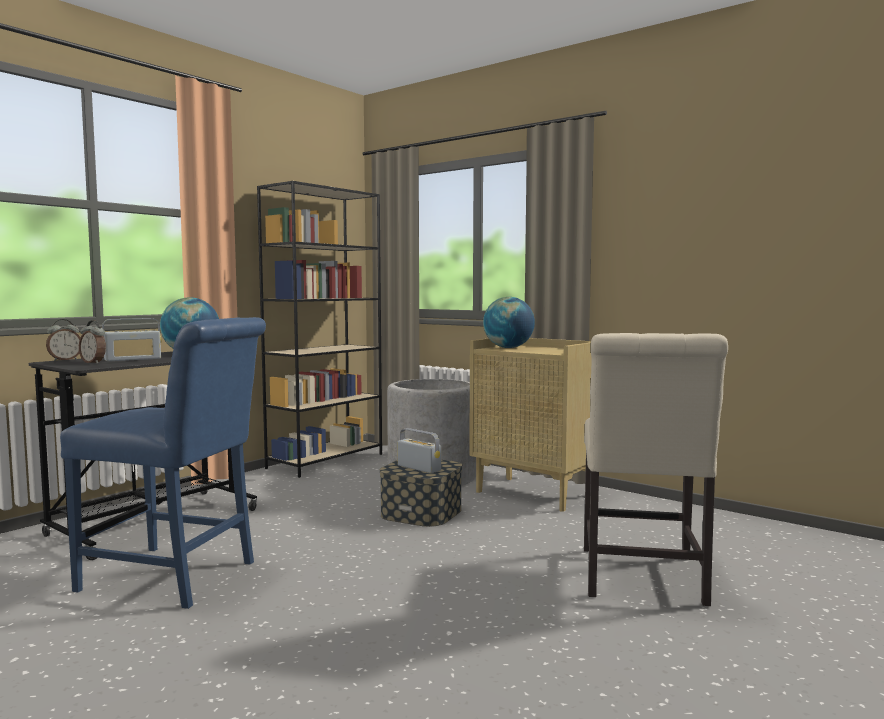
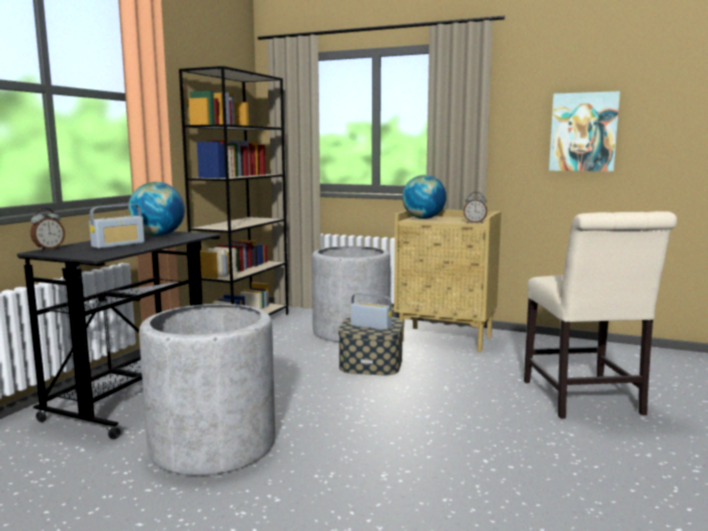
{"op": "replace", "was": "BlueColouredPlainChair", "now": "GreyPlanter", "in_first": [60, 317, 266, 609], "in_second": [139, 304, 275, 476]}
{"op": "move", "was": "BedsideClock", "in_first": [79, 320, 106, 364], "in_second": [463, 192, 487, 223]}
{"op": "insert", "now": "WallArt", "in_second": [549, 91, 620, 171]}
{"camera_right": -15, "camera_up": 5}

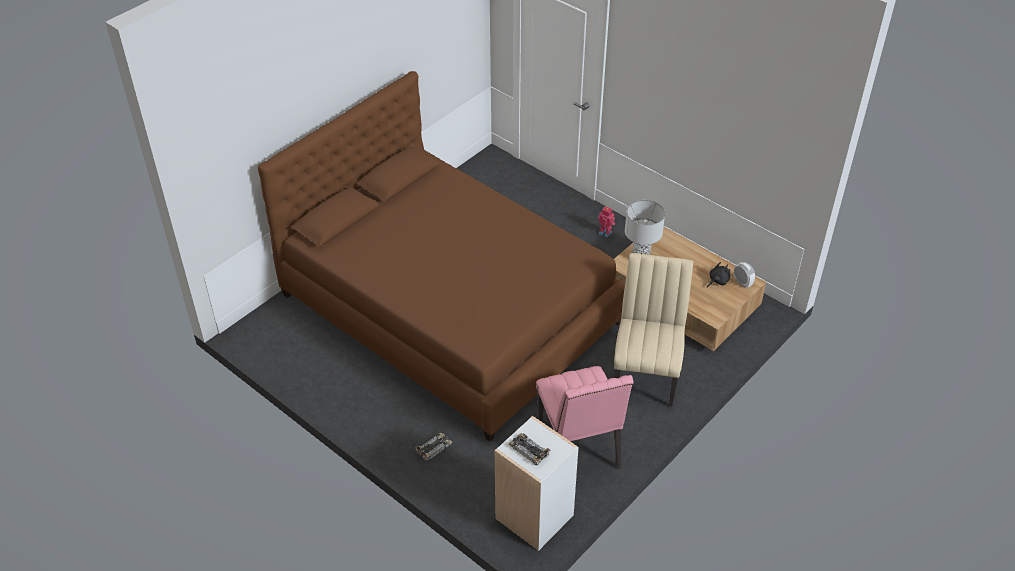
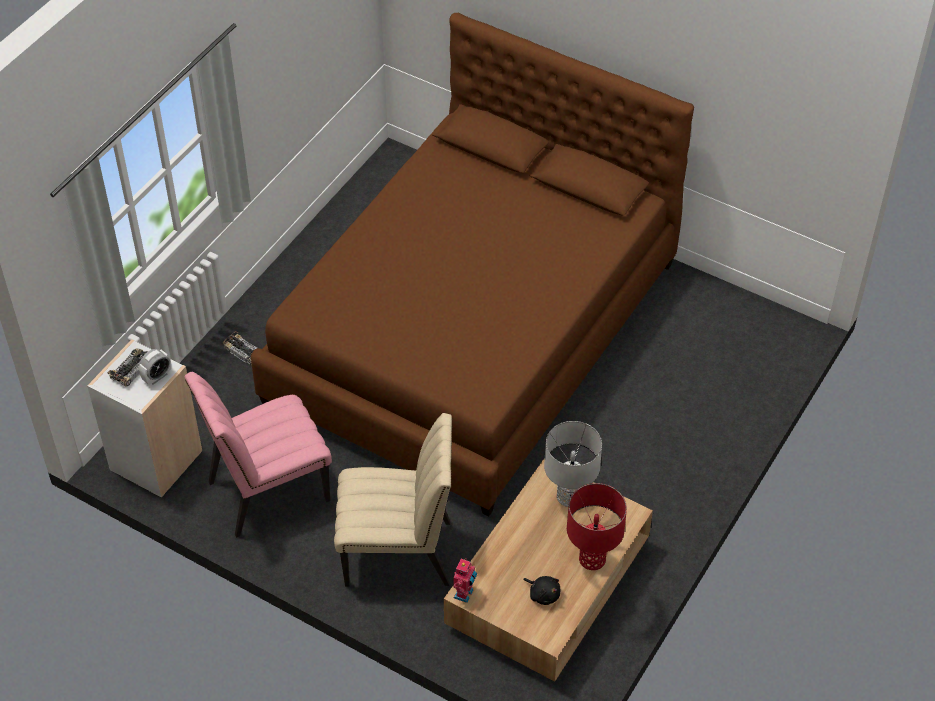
{"op": "move", "was": "BedsideClock", "in_first": [734, 262, 755, 288], "in_second": [139, 349, 171, 385]}
{"op": "move", "was": "ModelRobot", "in_first": [598, 206, 615, 238], "in_second": [453, 558, 477, 603]}
{"op": "insert", "now": "RedLampForATable", "in_second": [567, 483, 627, 570]}
{"camera_right": 80, "camera_up": 5}

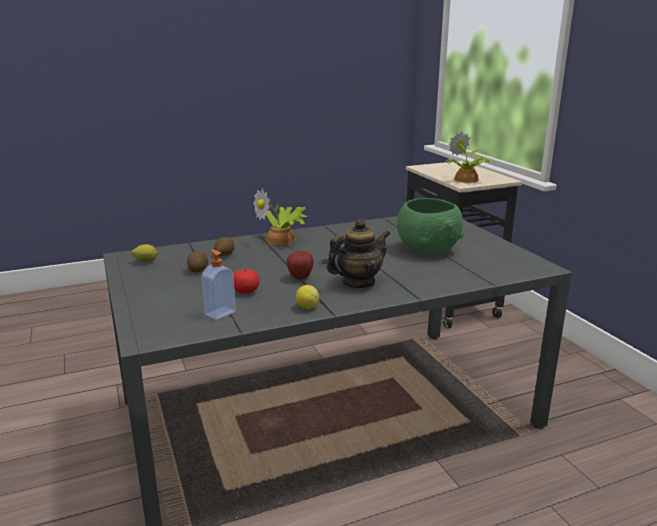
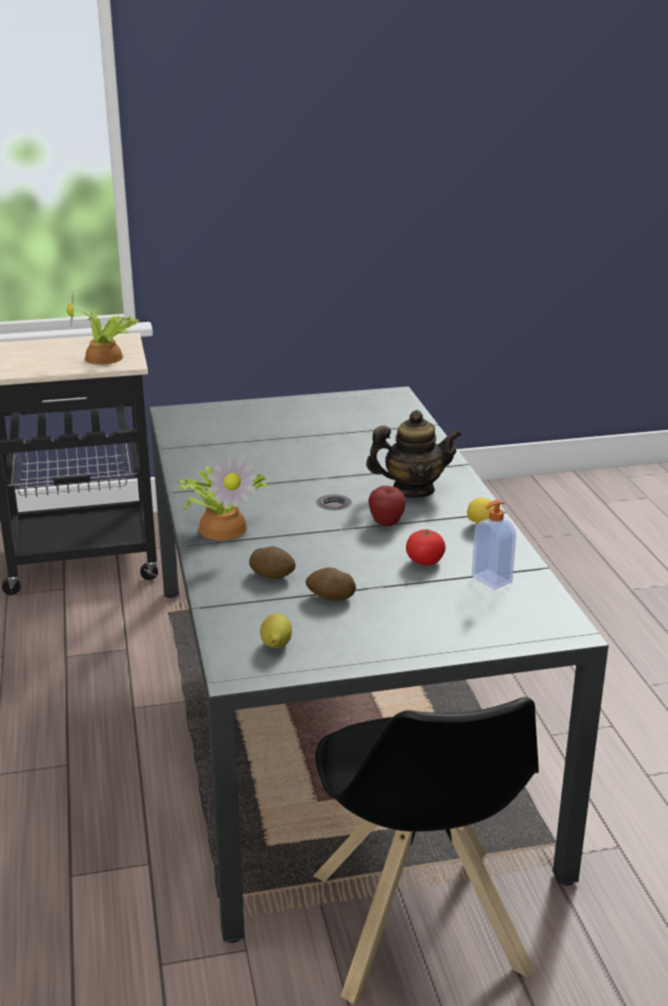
{"op": "insert", "now": "BlackishPlainChair", "in_second": [313, 697, 539, 1004]}
{"op": "rotate", "was": "TeaPot", "in_first": [327, 219, 390, 288], "in_second": [366, 410, 462, 498], "clockwise": 105}
{"op": "delete", "was": "GreenServingBowl", "in_first": [397, 198, 464, 254]}
{"camera_right": -80, "camera_up": 5}

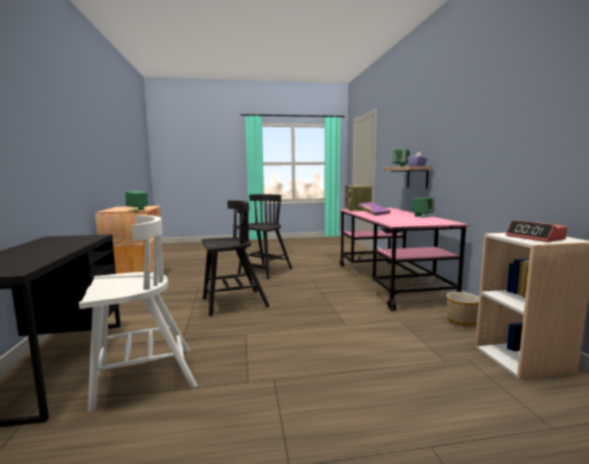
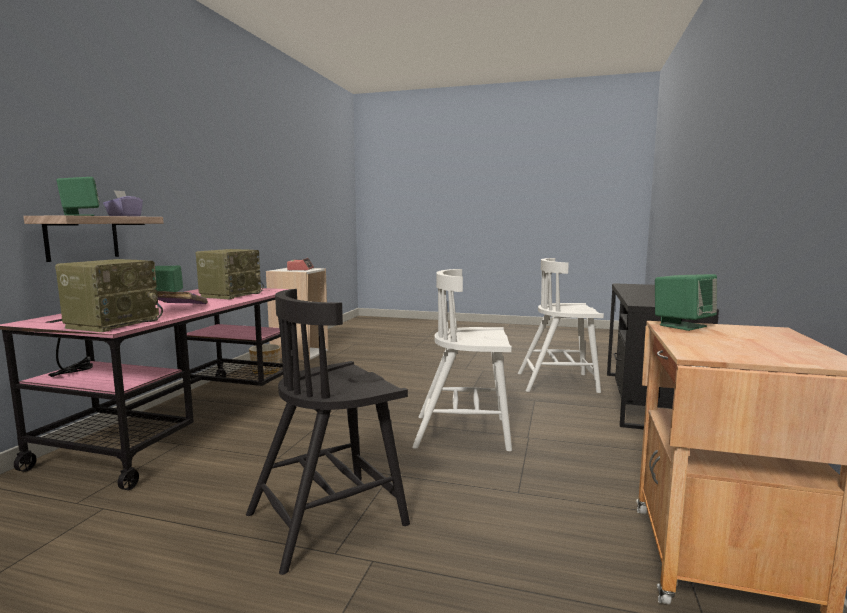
{"op": "insert", "now": "Radio", "in_second": [196, 249, 264, 299]}
{"op": "recolor", "was": "BlackishPlainChair", "now": "WhitePlainChair", "in_first": [202, 200, 270, 316], "in_second": [412, 269, 512, 451]}
{"camera_right": -155, "camera_up": 0}

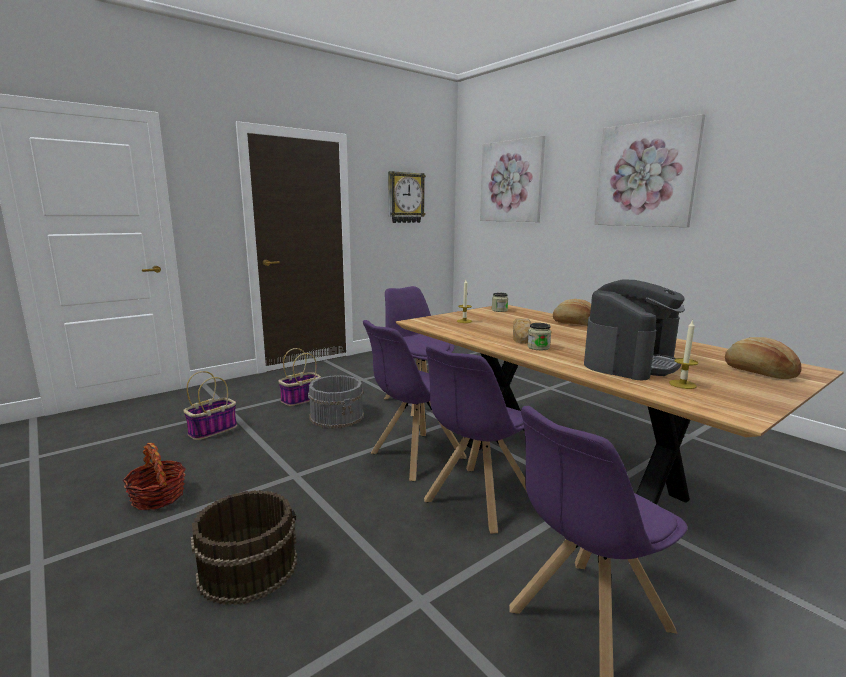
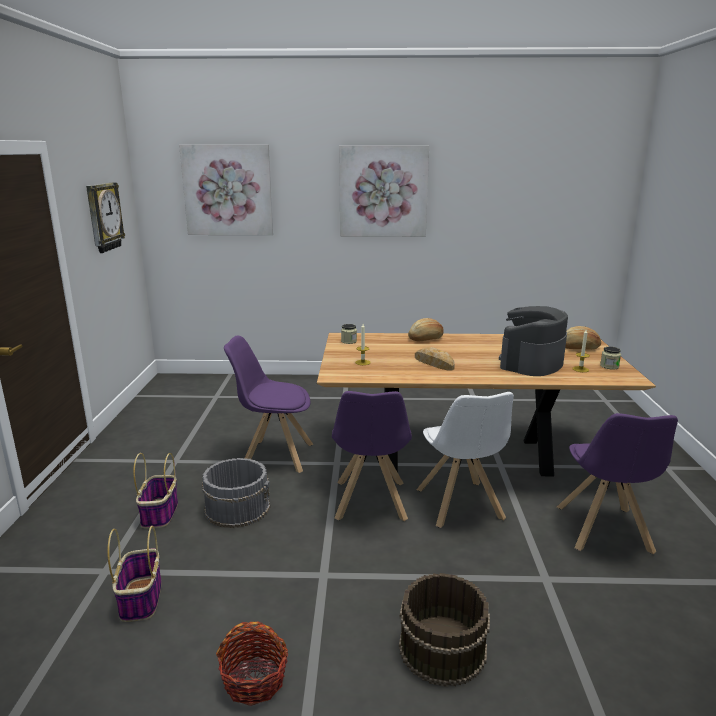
{"op": "recolor", "was": "PurplishPlainChair", "now": "WhitePlainChair", "in_first": [424, 345, 527, 534], "in_second": [416, 392, 514, 528]}
{"op": "rotate", "was": "CoffeeBrewer", "in_first": [584, 280, 685, 380], "in_second": [499, 306, 568, 376], "clockwise": -135}
{"op": "move", "was": "StorageJar", "in_first": [528, 323, 551, 350], "in_second": [600, 347, 621, 369]}
{"camera_right": -50, "camera_up": 5}

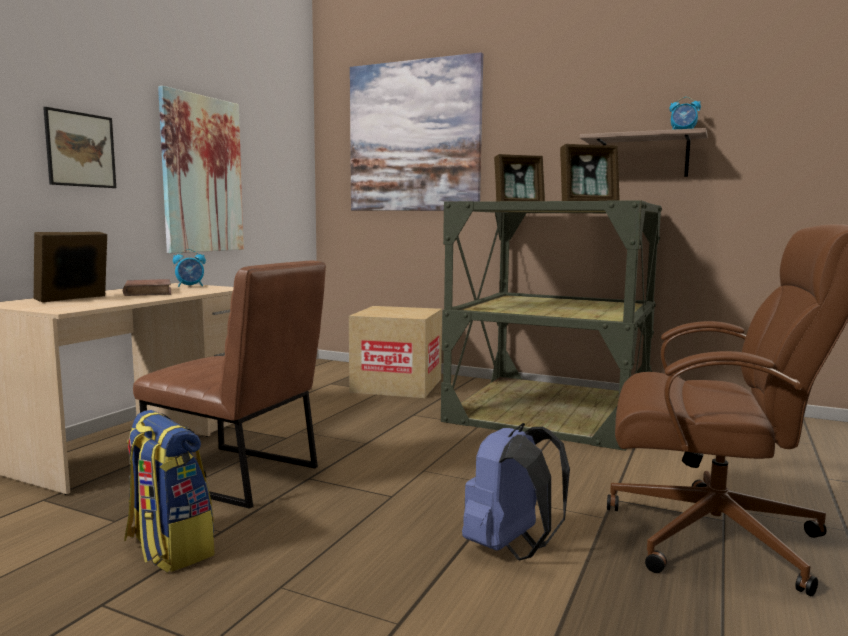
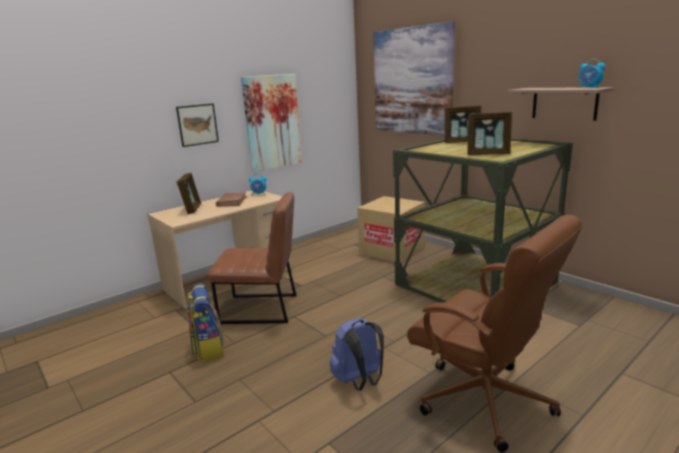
{"op": "rotate", "was": "PictureFrame", "in_first": [33, 232, 107, 302], "in_second": [177, 173, 201, 214], "clockwise": 120}
{"op": "rotate", "was": "BrownColouredPlainChair", "in_first": [133, 261, 326, 509], "in_second": [208, 192, 296, 324], "clockwise": -45}
{"camera_right": 25, "camera_up": 10}

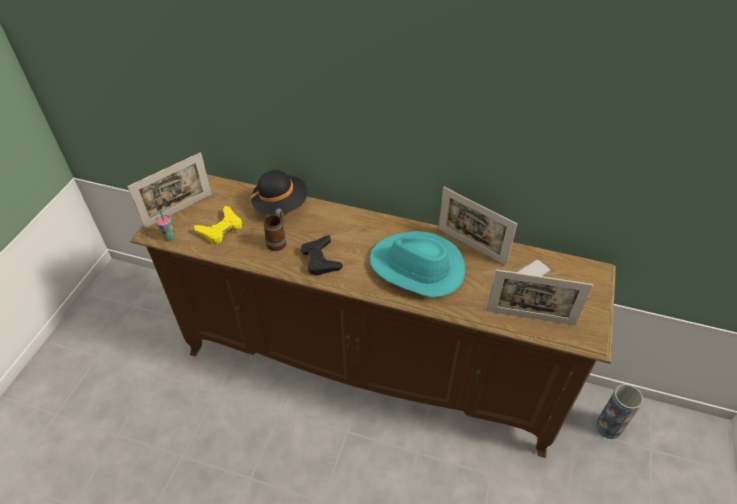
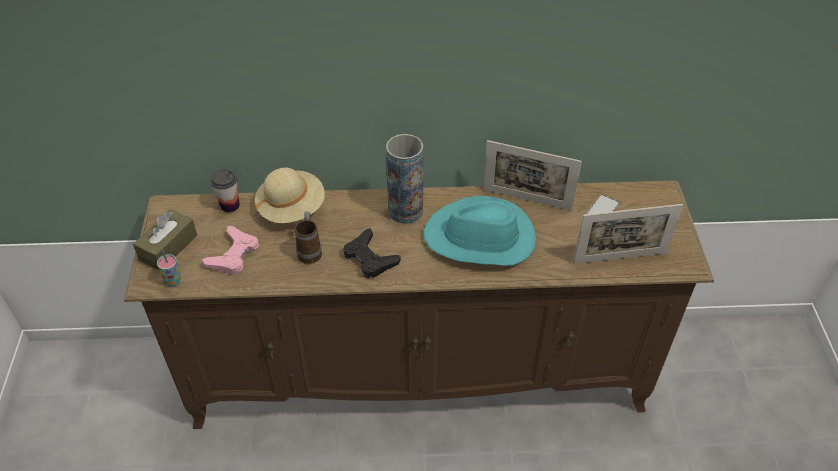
{"op": "replace", "was": "PictureFrame", "now": "BrownColouredBoxOfTissues", "in_first": [127, 152, 212, 229], "in_second": [133, 209, 197, 270]}
{"op": "recolor", "was": "YellowColouredGamepad", "now": "PinkColouredGamepad", "in_first": [194, 206, 242, 244], "in_second": [202, 226, 259, 275]}
{"op": "insert", "now": "Cup", "in_second": [210, 169, 240, 212]}
{"op": "recolor", "was": "BlackishHat", "now": "BeigeHat", "in_first": [251, 170, 308, 215], "in_second": [255, 167, 325, 223]}
{"op": "move", "was": "FlowerVase", "in_first": [596, 384, 643, 439], "in_second": [386, 134, 423, 224]}
{"camera_right": -20, "camera_up": 0}

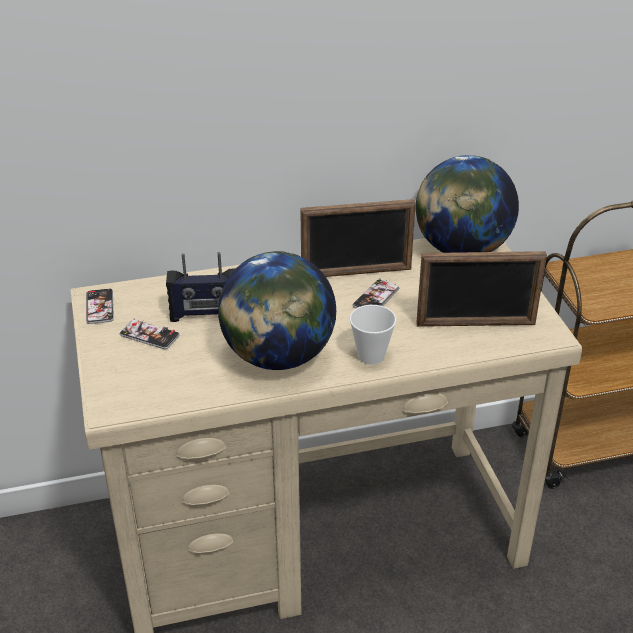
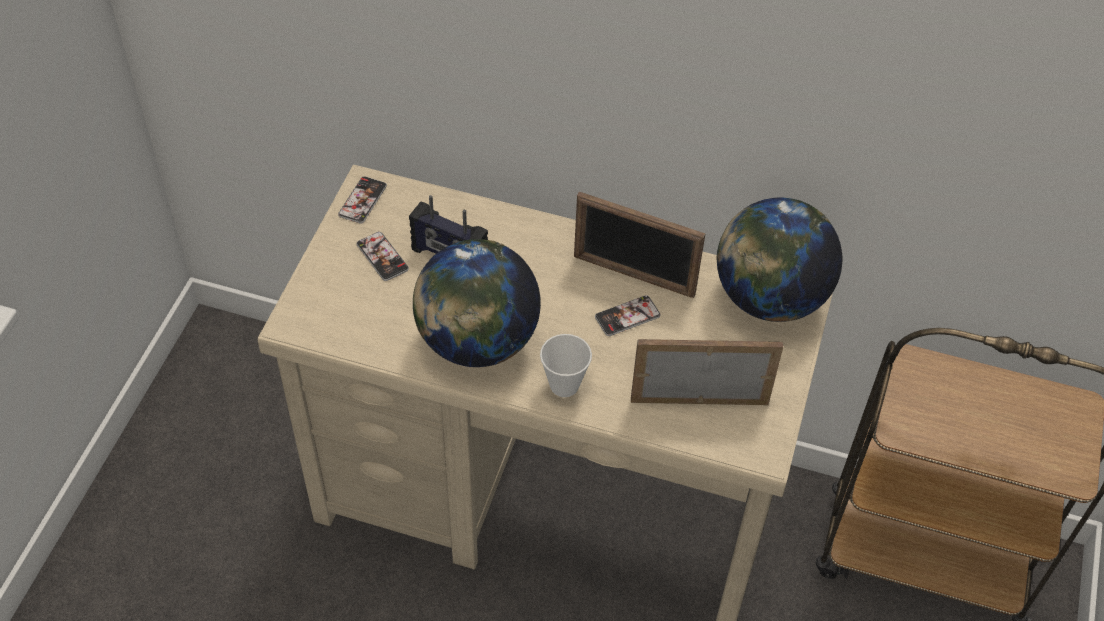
{"op": "rotate", "was": "PictureFrame", "in_first": [416, 251, 547, 327], "in_second": [631, 339, 783, 405], "clockwise": 150}
{"camera_right": 30, "camera_up": 15}

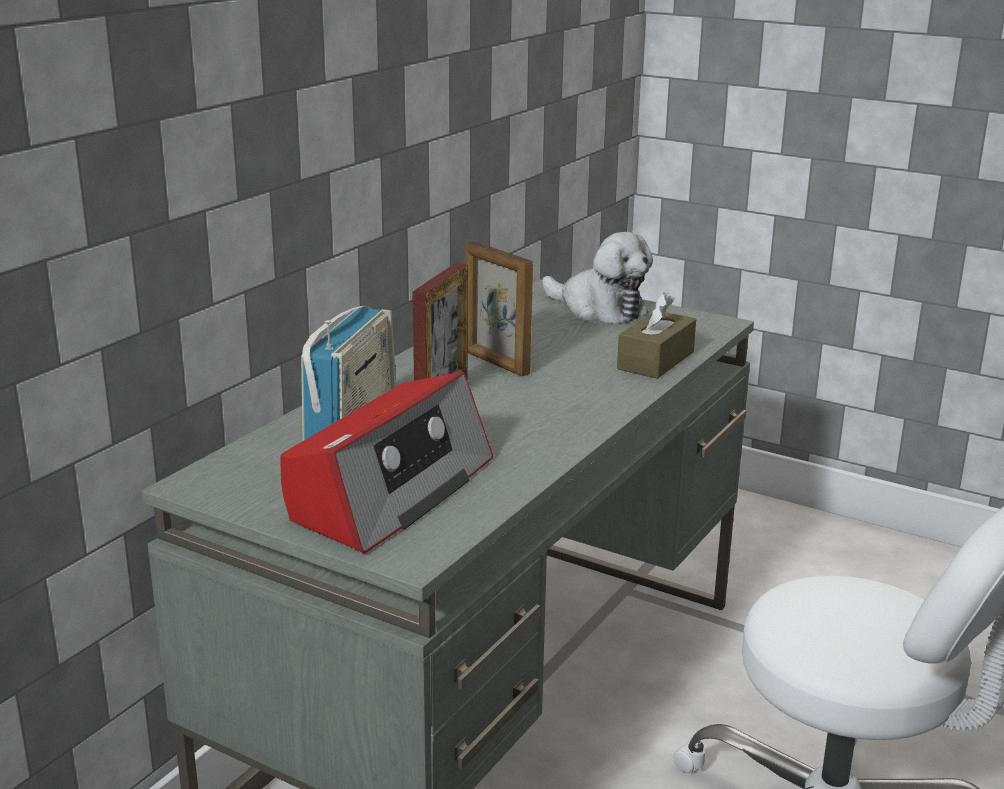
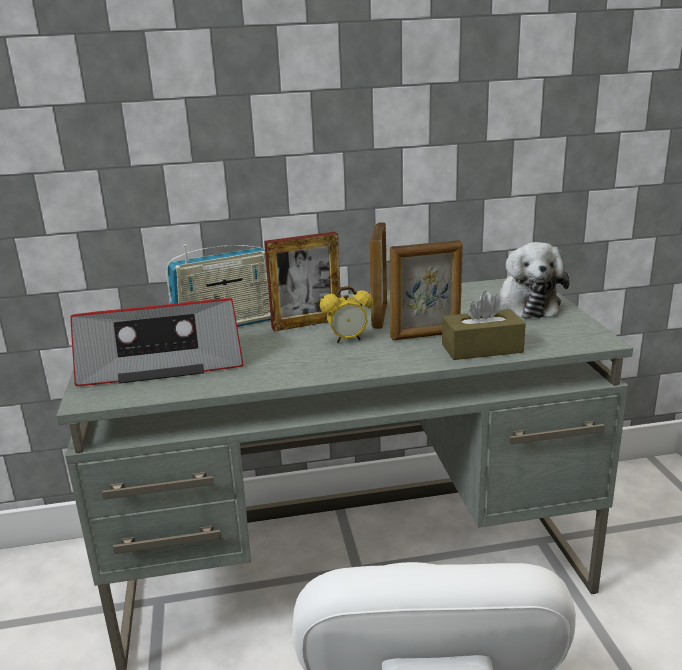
{"op": "insert", "now": "BedsideClock", "in_second": [320, 286, 373, 343]}
{"op": "insert", "now": "PictureFrame", "in_second": [390, 240, 463, 340]}
{"camera_right": 50, "camera_up": 0}

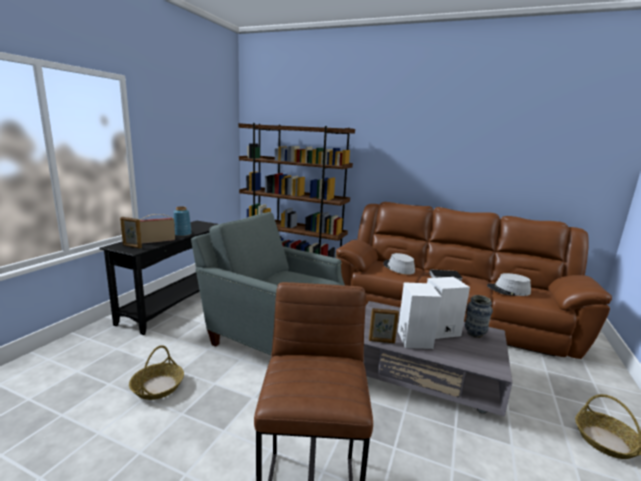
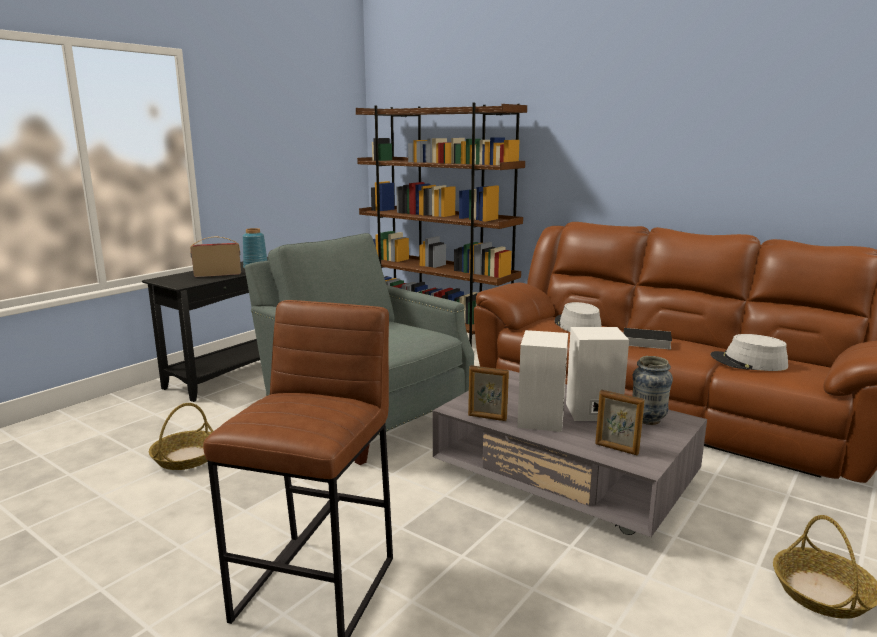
{"op": "move", "was": "PictureFrame", "in_first": [120, 217, 142, 249], "in_second": [595, 390, 645, 455]}
{"camera_right": 15, "camera_up": 0}

